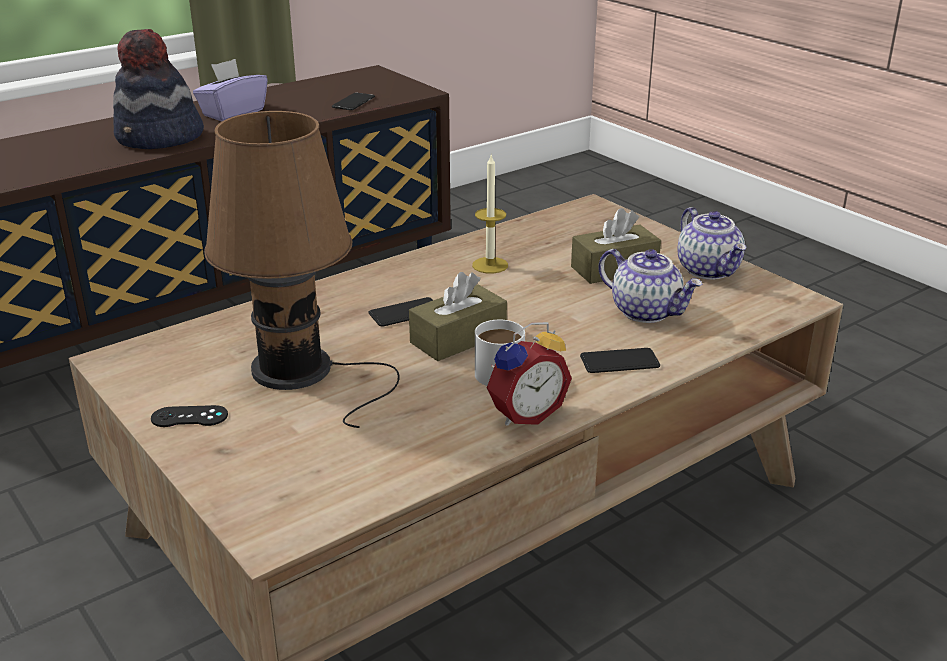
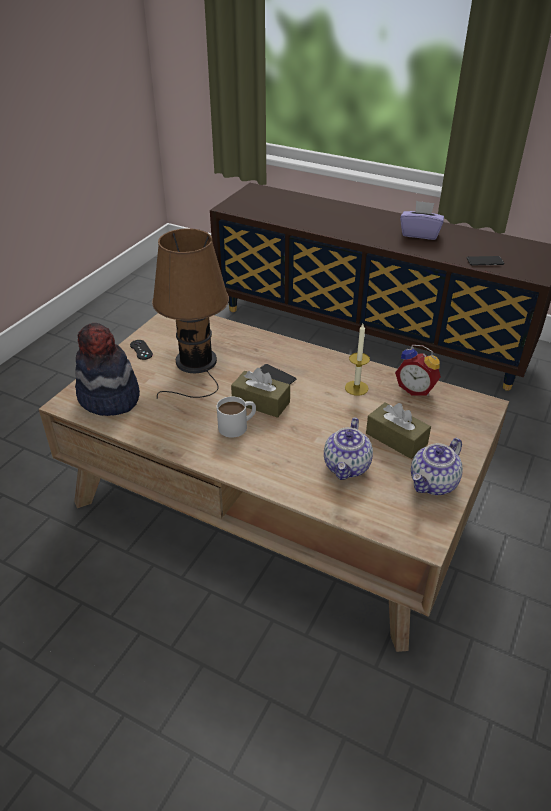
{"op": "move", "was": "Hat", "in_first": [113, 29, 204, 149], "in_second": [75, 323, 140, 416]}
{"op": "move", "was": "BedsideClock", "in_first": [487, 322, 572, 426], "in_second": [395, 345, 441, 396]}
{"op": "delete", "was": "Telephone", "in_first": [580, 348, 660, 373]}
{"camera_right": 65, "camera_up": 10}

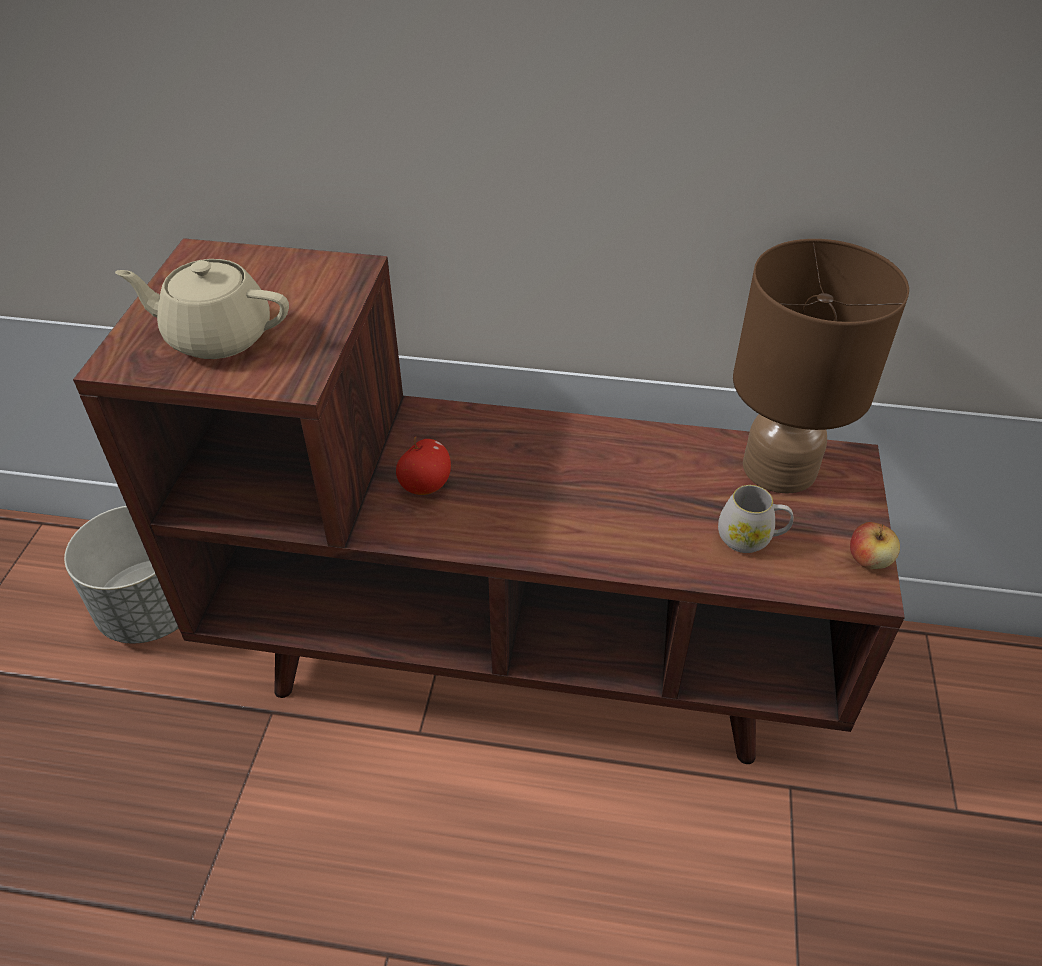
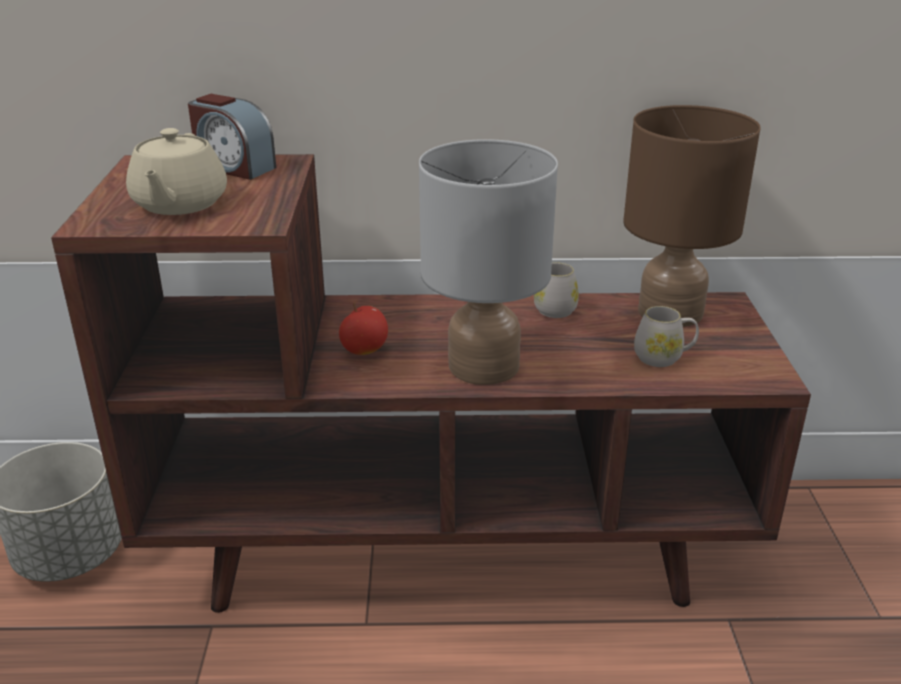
{"op": "rotate", "was": "BeigeTeaPot", "in_first": [115, 259, 289, 359], "in_second": [126, 128, 227, 215], "clockwise": -90}
{"op": "insert", "now": "BedsideClock", "in_second": [188, 94, 276, 180]}
{"op": "insert", "now": "GreyLampForATable", "in_second": [419, 139, 558, 385]}
{"op": "insert", "now": "WhiteCoffeeMug", "in_second": [534, 262, 579, 318]}
{"op": "delete", "was": "WholeApple", "in_first": [850, 522, 900, 569]}
{"camera_right": -10, "camera_up": -15}

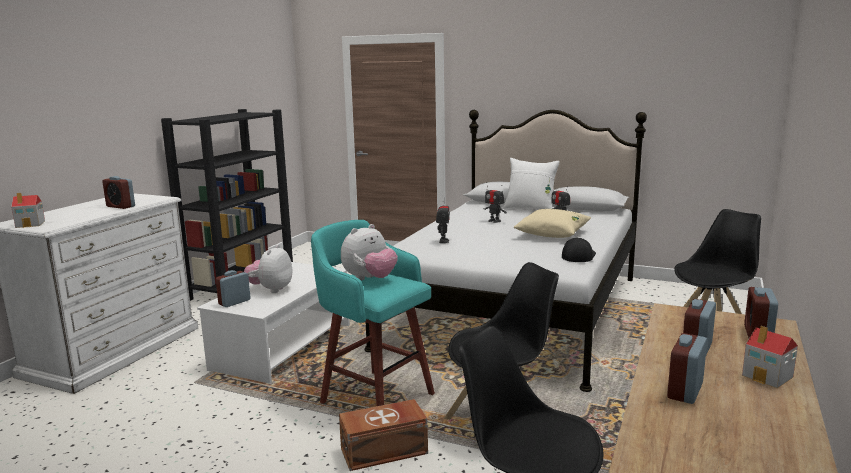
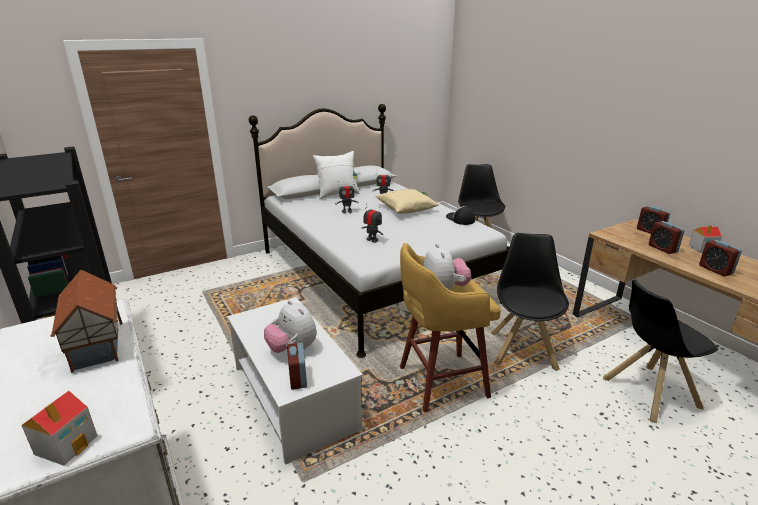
{"op": "replace", "was": "BedsideClock", "now": "MiniatureHouse", "in_first": [102, 176, 135, 209], "in_second": [50, 270, 122, 373]}
{"op": "recolor", "was": "TurquoiseColouredStool", "now": "YellowColouredStool", "in_first": [311, 220, 435, 406], "in_second": [400, 243, 501, 412]}
{"op": "delete", "was": "BrownColouredStorageContainer", "in_first": [339, 399, 428, 471]}
{"camera_right": -55, "camera_up": 10}

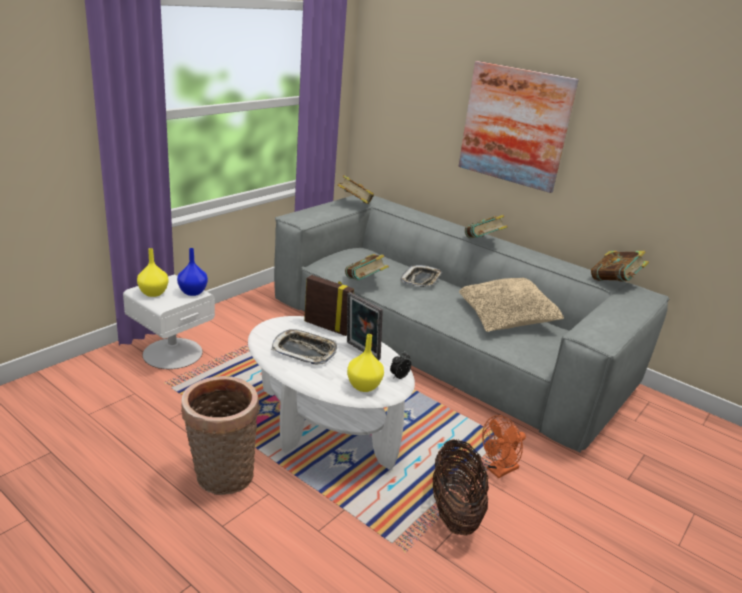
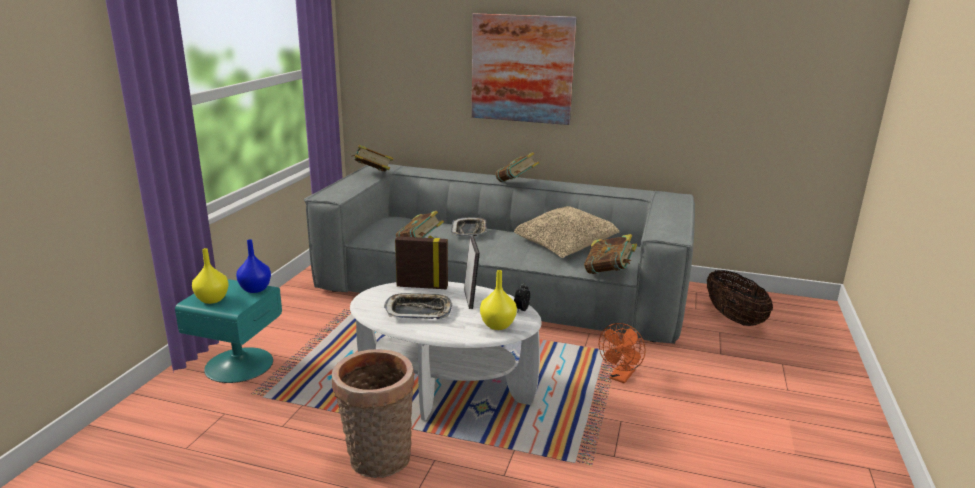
{"op": "recolor", "was": "WhiteBedsideTable", "now": "TurquoiseColouredBedsideTable", "in_first": [123, 275, 215, 369], "in_second": [175, 279, 282, 383]}
{"op": "rotate", "was": "PictureFrame", "in_first": [347, 292, 383, 360], "in_second": [464, 236, 480, 309], "clockwise": -120}
{"op": "move", "was": "Book", "in_first": [591, 251, 649, 281], "in_second": [584, 234, 637, 274]}
{"op": "move", "was": "Basket", "in_first": [432, 439, 489, 536], "in_second": [707, 270, 773, 326]}
{"camera_right": -20, "camera_up": -5}

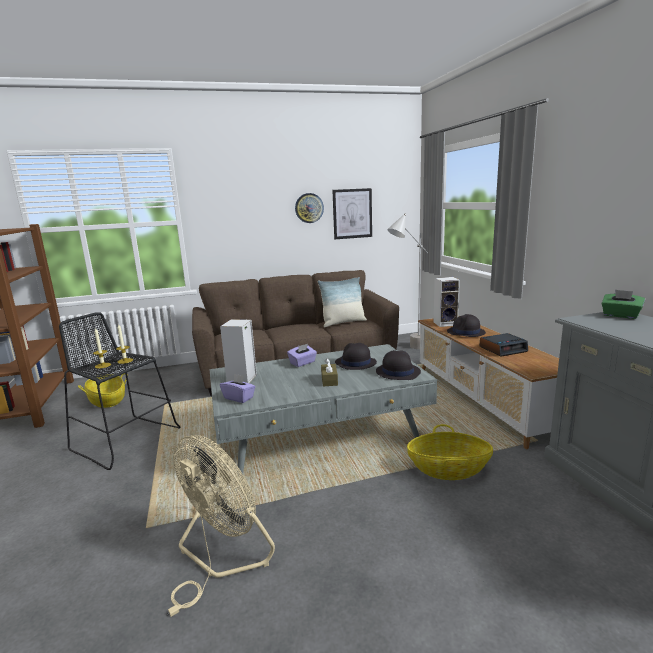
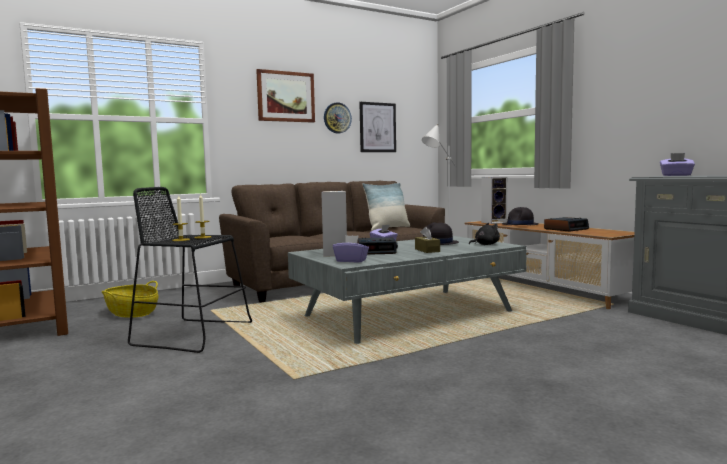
{"op": "insert", "now": "WallArt", "in_second": [256, 69, 315, 123]}
{"op": "insert", "now": "BedsideClock", "in_second": [358, 237, 398, 255]}
{"op": "replace", "was": "BlackishHat", "now": "BlackishCuddlyToy", "in_first": [376, 350, 421, 380], "in_second": [469, 223, 500, 245]}
{"op": "recolor", "was": "GreenBoxOfTissues", "now": "PurplishBoxOfTissues", "in_first": [601, 290, 645, 319], "in_second": [660, 153, 695, 176]}
{"op": "delete", "was": "BeigeCoolingFan", "in_first": [167, 435, 275, 617]}
{"op": "delete", "was": "Basket", "in_first": [407, 424, 493, 480]}
{"camera_right": -15, "camera_up": -10}

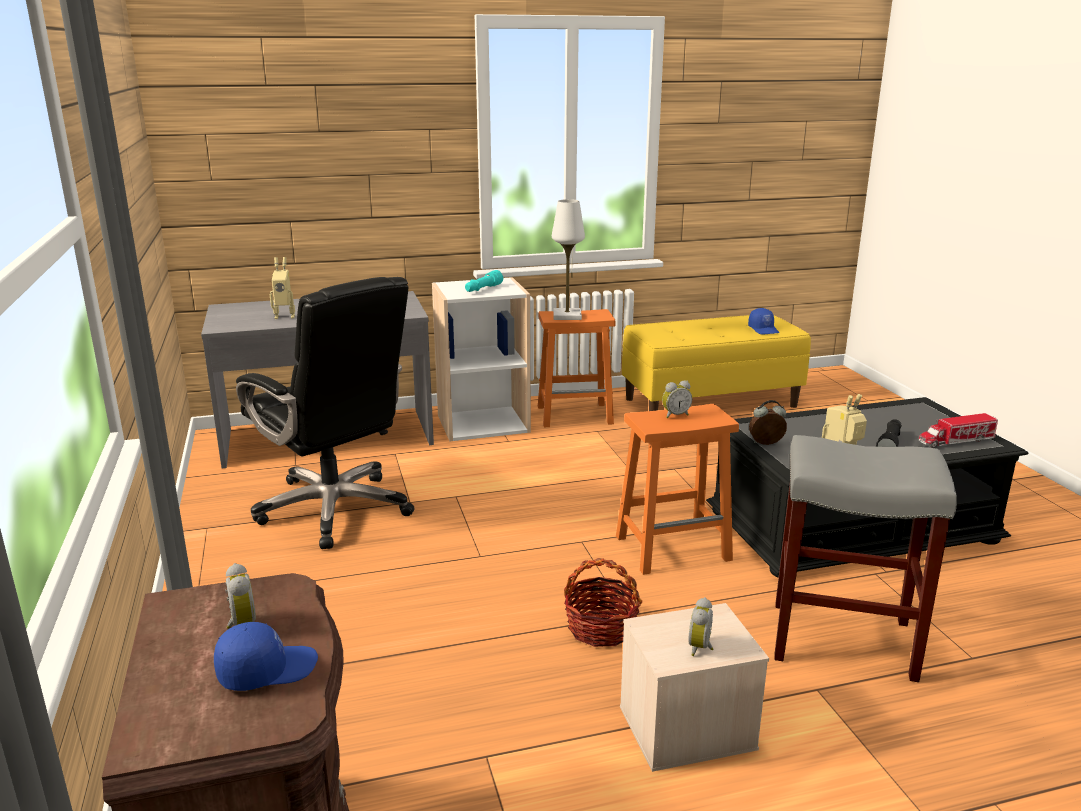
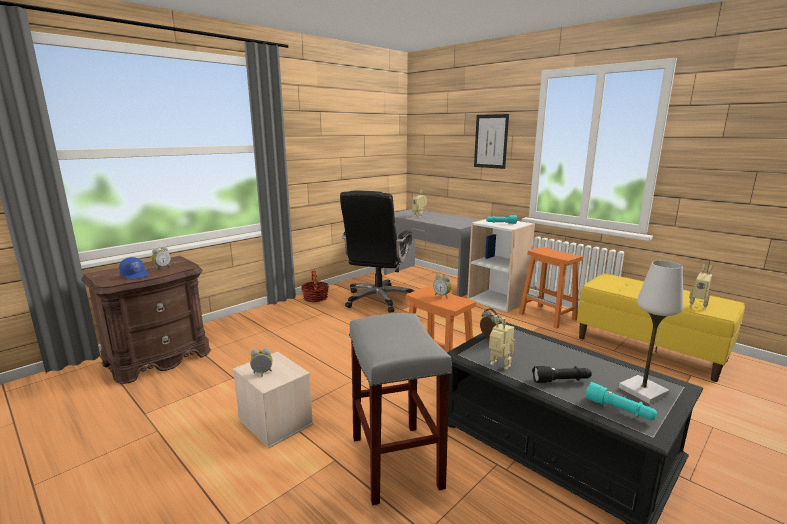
{"op": "move", "was": "Basket", "in_first": [564, 558, 642, 647], "in_second": [302, 270, 329, 302]}
{"op": "insert", "now": "WallArt", "in_second": [474, 114, 509, 169]}
{"op": "replace", "was": "ToyLorry", "now": "TurquoiseColouredTorch", "in_first": [918, 413, 998, 448], "in_second": [585, 382, 657, 420]}
{"op": "move", "was": "WhiteLampForATable", "in_first": [552, 199, 585, 320], "in_second": [619, 261, 683, 404]}
{"op": "replace", "was": "BlueColouredPeakedCap", "now": "ModelRobot", "in_first": [748, 308, 779, 334], "in_second": [689, 264, 713, 310]}
{"camera_right": 60, "camera_up": -5}

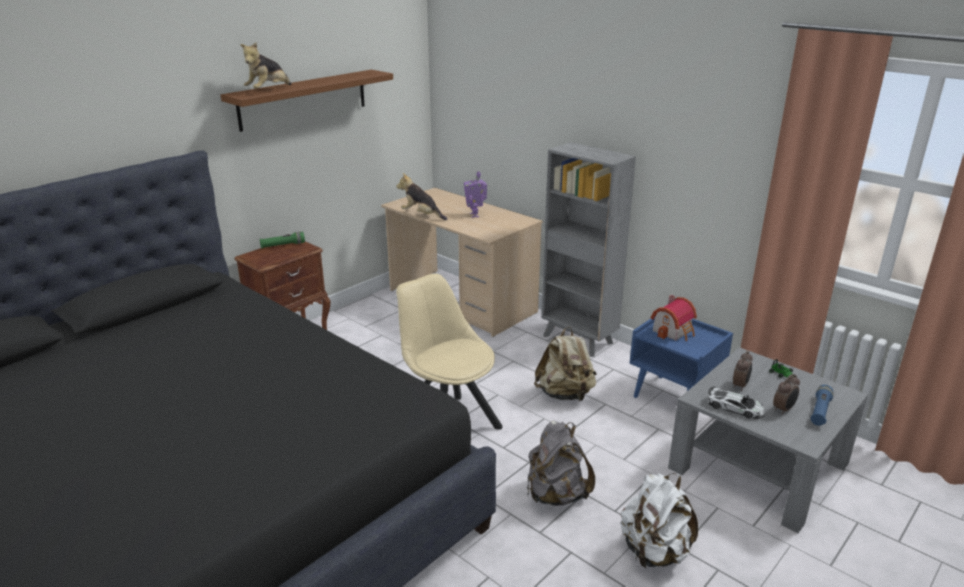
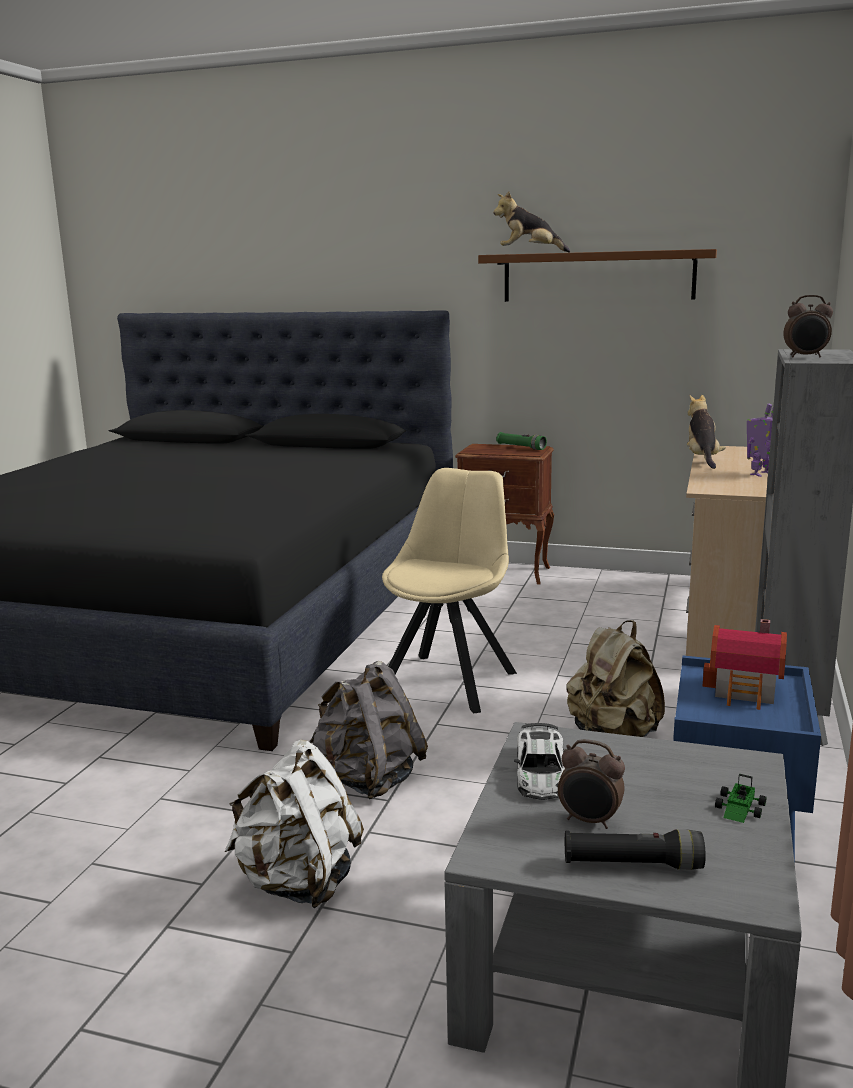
{"op": "recolor", "was": "BlueColouredTorch", "now": "BlackishTorch", "in_first": [811, 385, 834, 426], "in_second": [565, 829, 706, 870]}
{"op": "move", "was": "BedsideClock", "in_first": [733, 351, 753, 391], "in_second": [783, 295, 833, 357]}
{"camera_right": 65, "camera_up": -10}

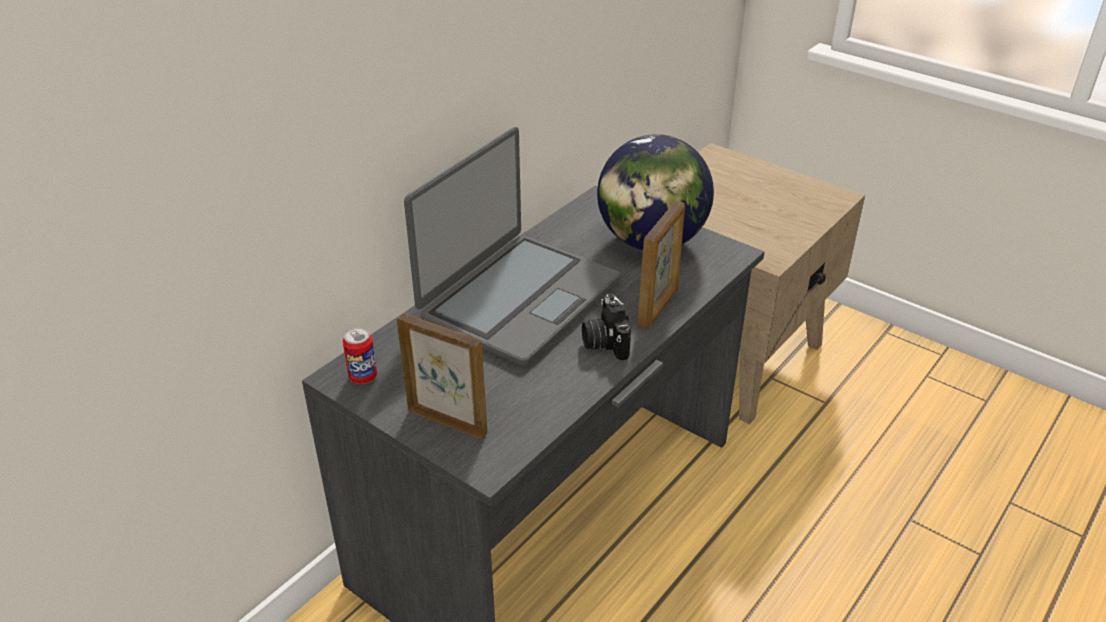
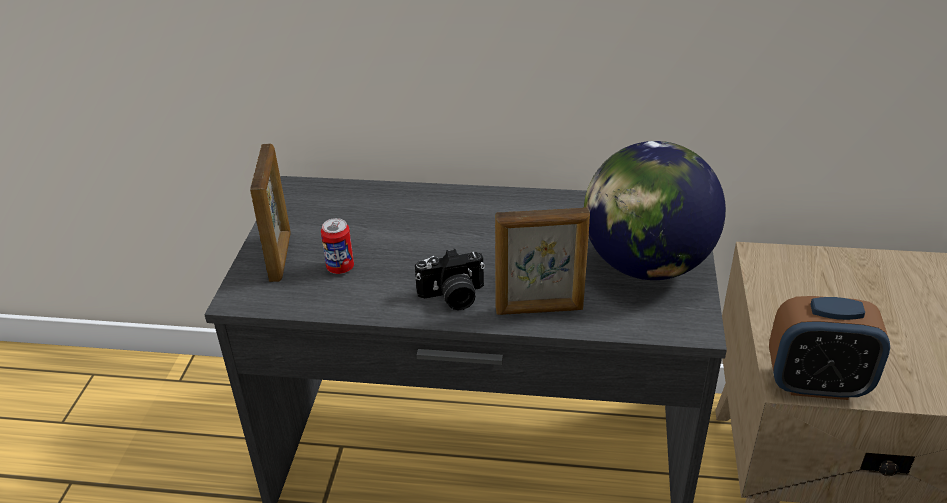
{"op": "move", "was": "MetalCan", "in_first": [343, 328, 377, 384], "in_second": [321, 218, 354, 274]}
{"op": "rotate", "was": "PhotoCamera", "in_first": [582, 293, 631, 360], "in_second": [415, 249, 485, 310], "clockwise": -150}
{"op": "insert", "now": "BedsideClock", "in_second": [769, 296, 890, 400]}
{"op": "delete", "was": "PortableComputer", "in_first": [404, 127, 620, 366]}
{"camera_right": 60, "camera_up": 0}

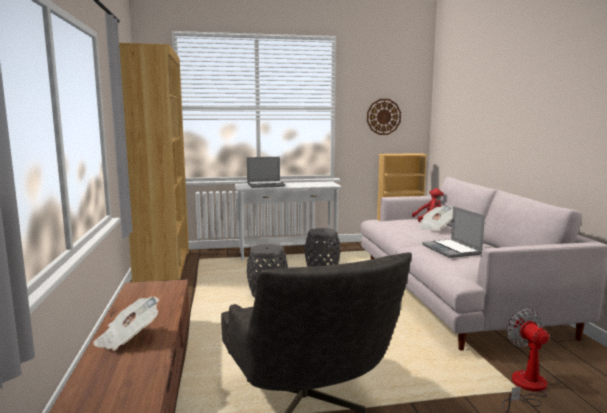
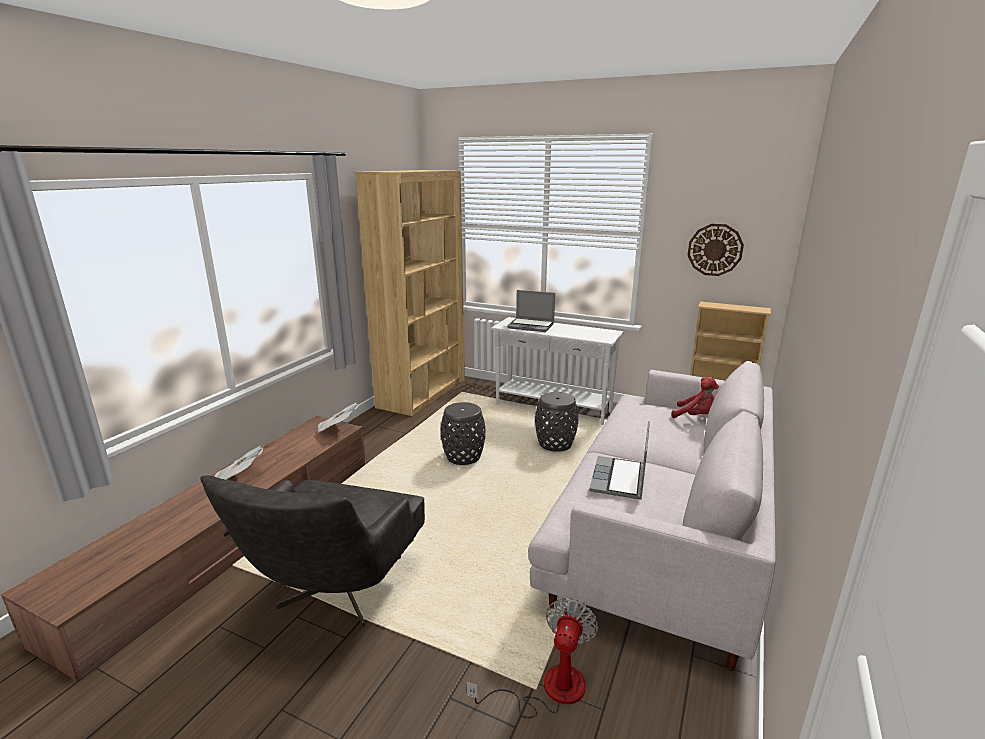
{"op": "move", "was": "PrintedPaper", "in_first": [418, 205, 453, 231], "in_second": [317, 403, 359, 433]}
{"camera_right": 35, "camera_up": 10}

